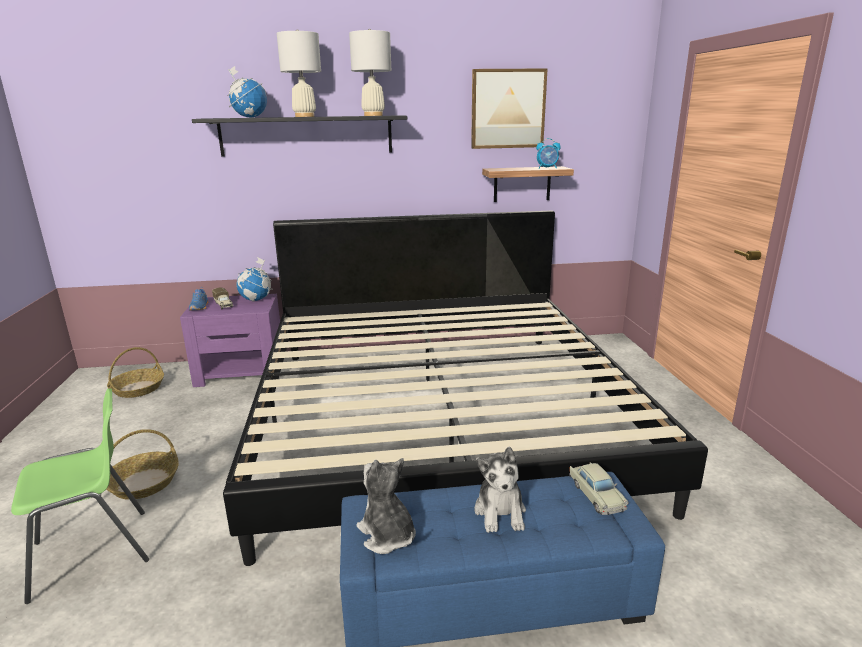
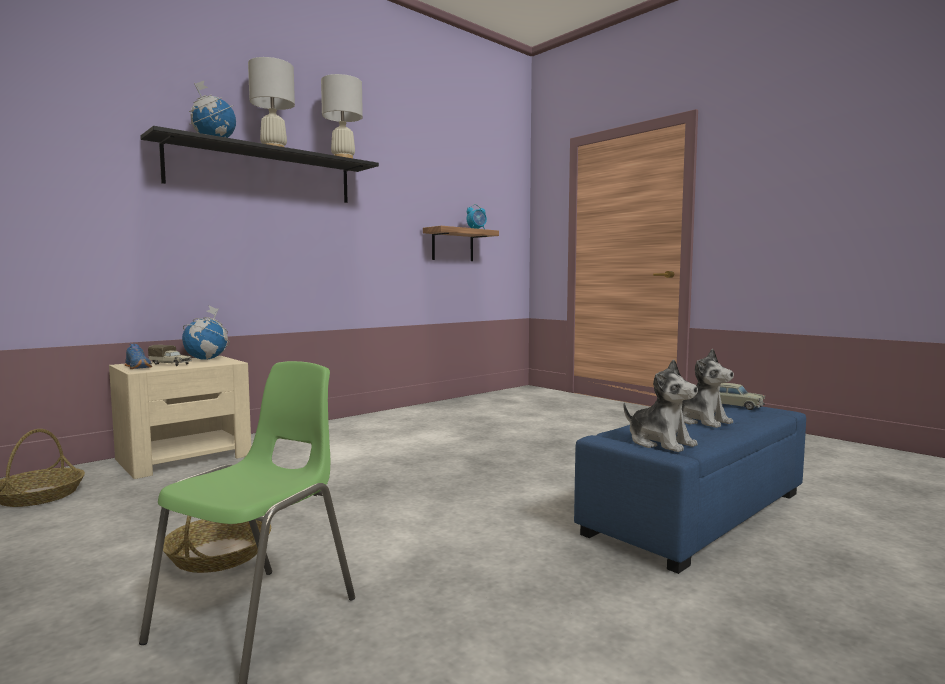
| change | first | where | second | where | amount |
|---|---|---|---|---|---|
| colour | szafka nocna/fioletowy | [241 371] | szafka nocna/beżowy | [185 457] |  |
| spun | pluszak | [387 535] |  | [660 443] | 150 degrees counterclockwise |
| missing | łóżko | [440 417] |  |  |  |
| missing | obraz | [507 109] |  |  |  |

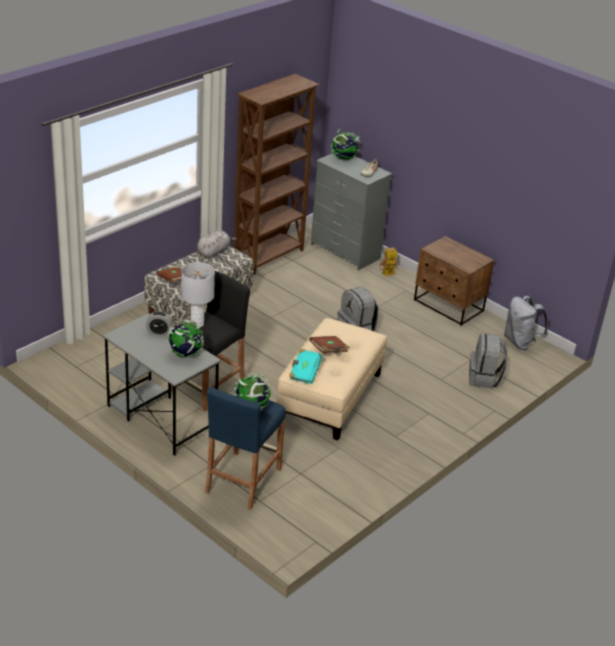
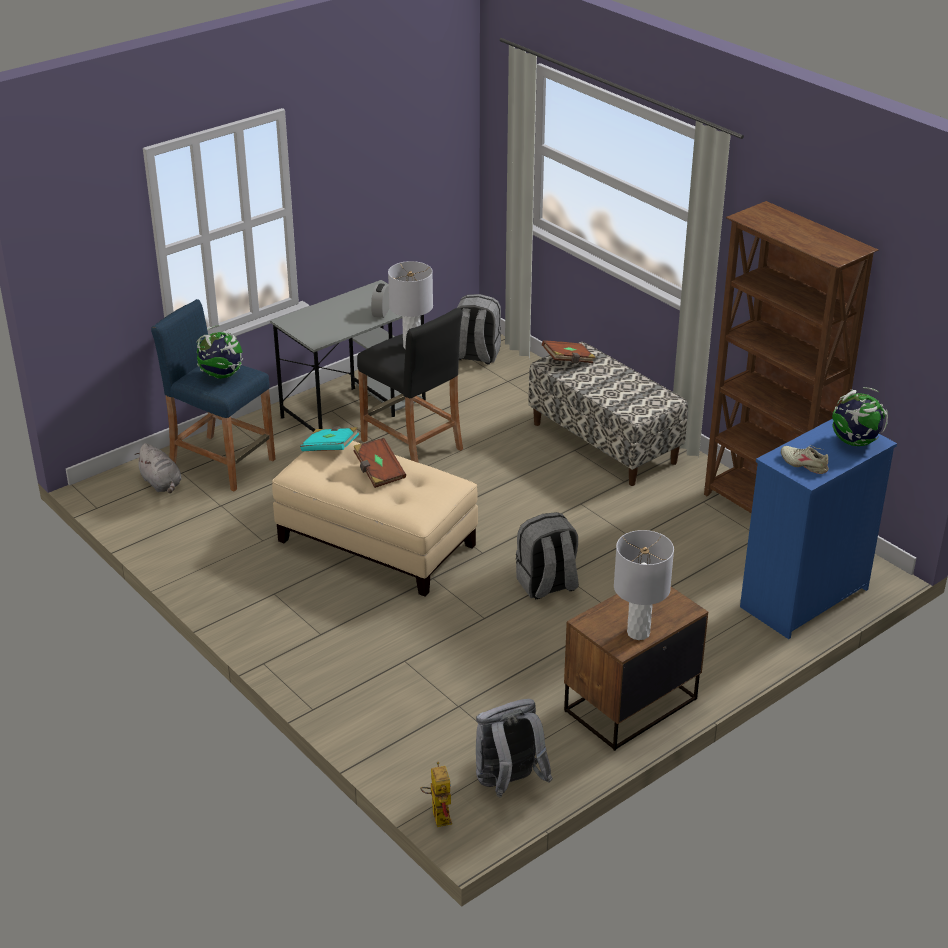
| change | first | where | second | where | amount |
|---|---|---|---|---|---|
| relocated | pluszak/szary | [214 252] |  | [162 484] |  |
| relocated | robot zabawkowy | [386 274] |  | [438 814] |  |
| relocated | plecak/szary | [484 378] |  | [476 355] |  |
| appeared |  |  | lampa stołowa/szary | [638 633] |  |
| colour | komoda/szary | [345 252] | komoda/niebieski | [802 598] |  |
| missing | globus | [185 354] |  |  |  |

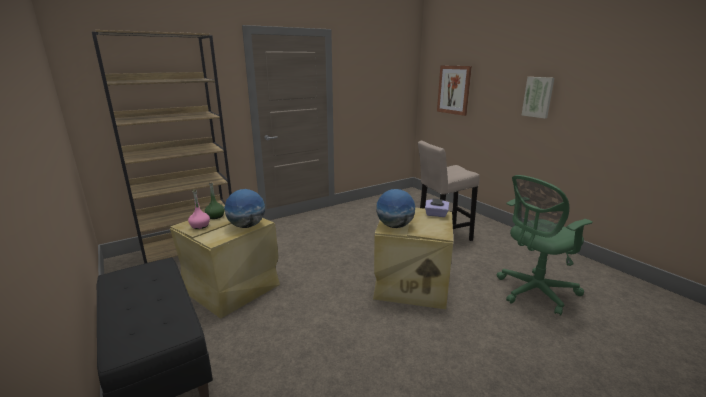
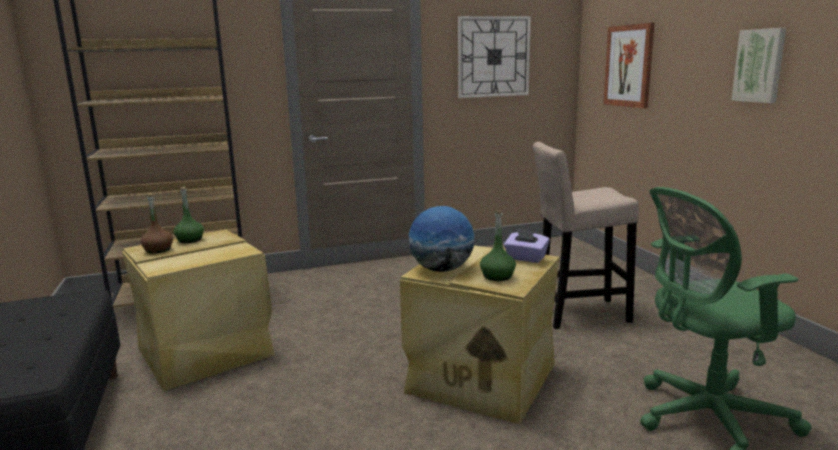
| change | first | where | second | where | amount |
|---|---|---|---|---|---|
| colour | butelka/różowy | [200 226] | butelka/brązowy | [158 250] |  |
| appeared |  |  | zegar ścienny | [493 57] |  |
| appeared |  |  | butelka/zielony | [497 276] |  |
| missing | globus | [247 226] |  |  |  |

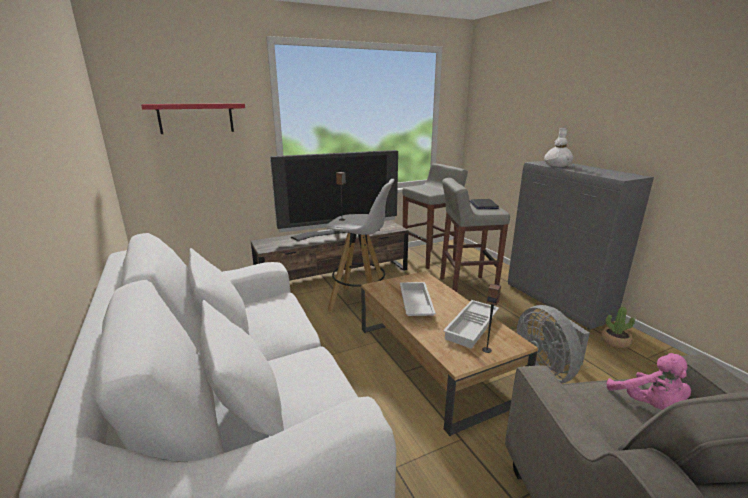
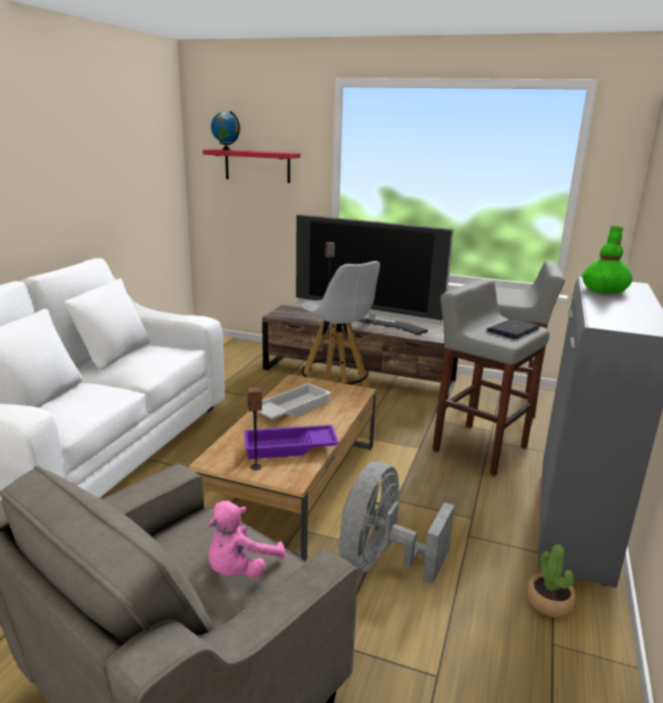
| change | first | where | second | where | amount |
|---|---|---|---|---|---|
| appeared |  |  | globus | [226 150] |  |
| colour | taca/biały | [472 327] | taca/fioletowy | [289 448] |  |
| colour | wazon/biały | [557 165] | wazon/zielony | [604 290] |  |

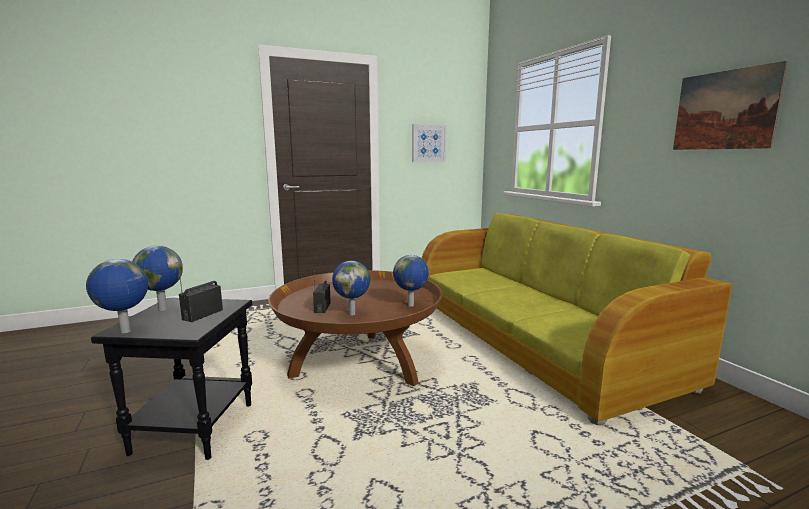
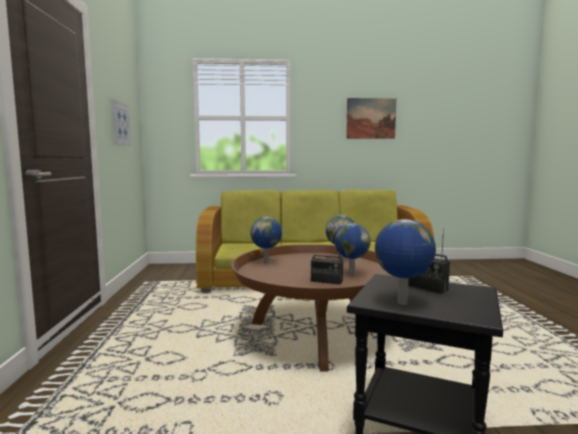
| change | first | where | second | where | amount |
|---|---|---|---|---|---|
| relocated | globus | [125 332] |  | [267 262] |  |

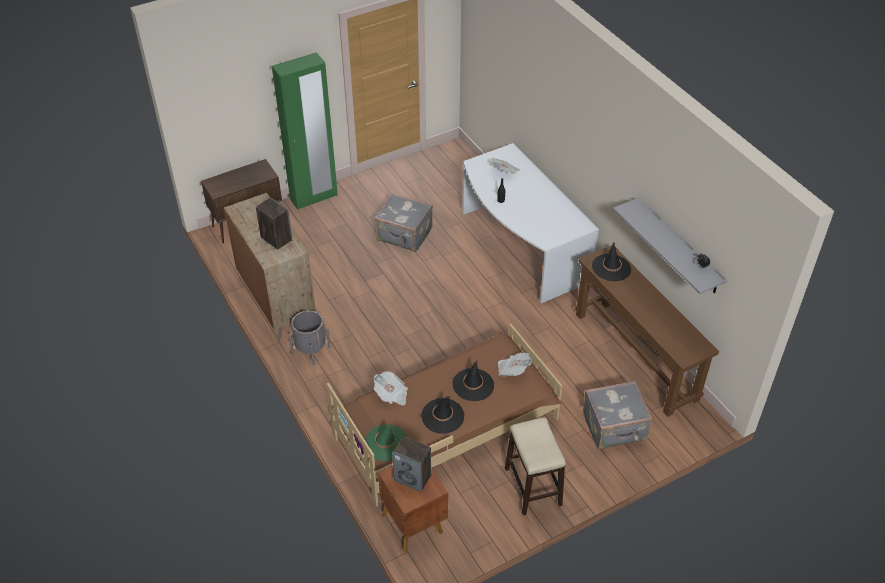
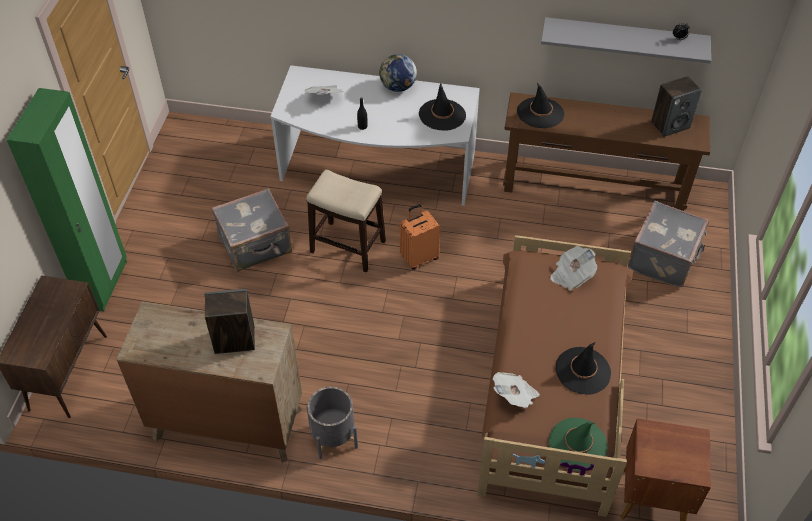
| change | first | where | second | where | amount |
|---|---|---|---|---|---|
| relocated | stołek | [532 486] |  | [347 246] |  |
| appeared |  |  | globus | [398 87] |  |
| appeared |  |  | walizka/pomarańczowy | [419 257] |  |
| relocated | kapelusz/czarny | [473 385] |  | [442 115] |  |
| relocated | głośnik | [413 478] |  | [670 125] |  |

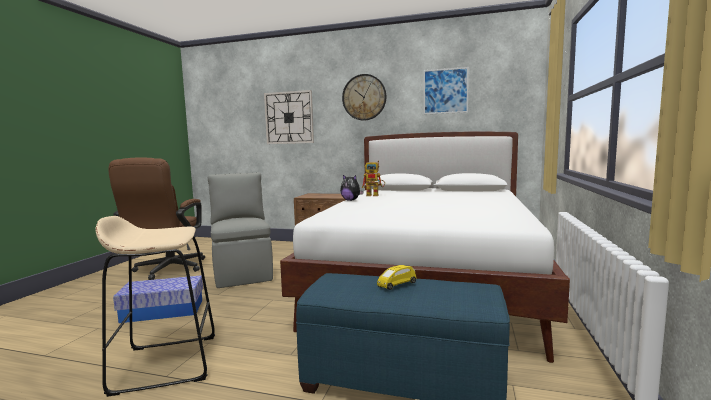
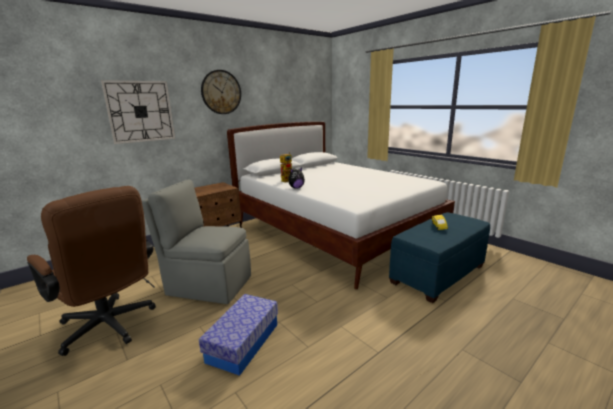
| change | first | where | second | where | amount |
|---|---|---|---|---|---|
| missing | stołek/beżowy | [166 363] |  |  |  |
| missing | obraz | [445 91] |  |  |  |

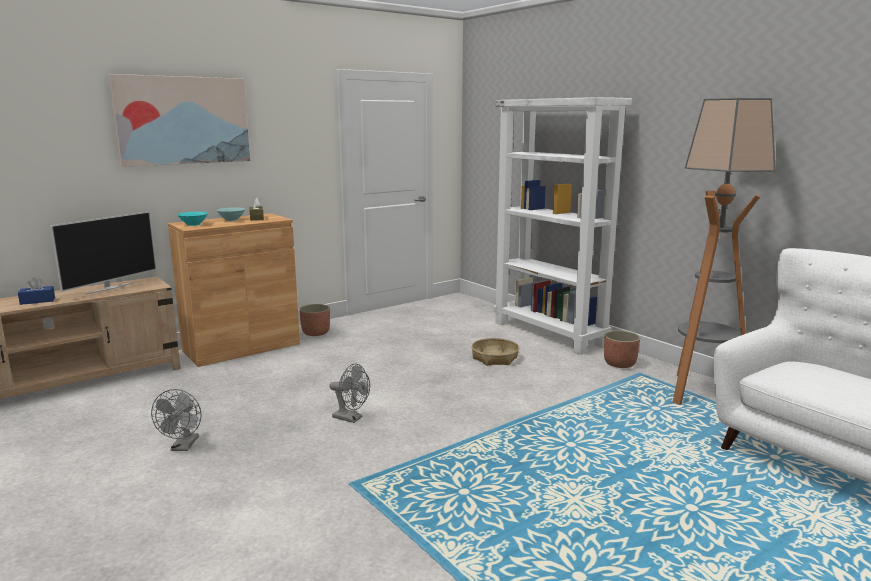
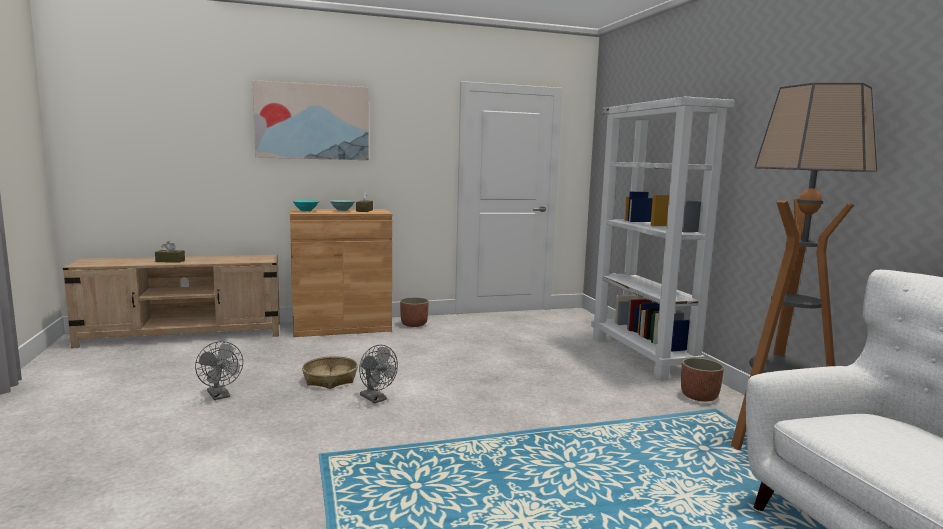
| change | first | where | second | where | amount |
|---|---|---|---|---|---|
| colour | pudełko chusteczek/niebieski | [37 301] | pudełko chusteczek/brązowy | [170 261] |  |
| spun | wentylator/szary | [183 447] |  | [220 396] | 60 degrees counterclockwise |
| relocated | koszyk | [494 358] |  | [330 379] |  |
| missing | telewizor | [110 288] |  |  |  |

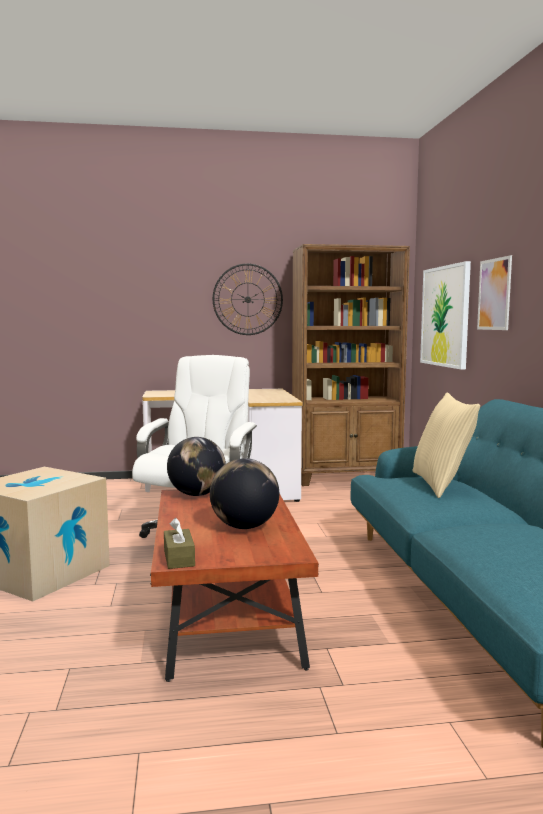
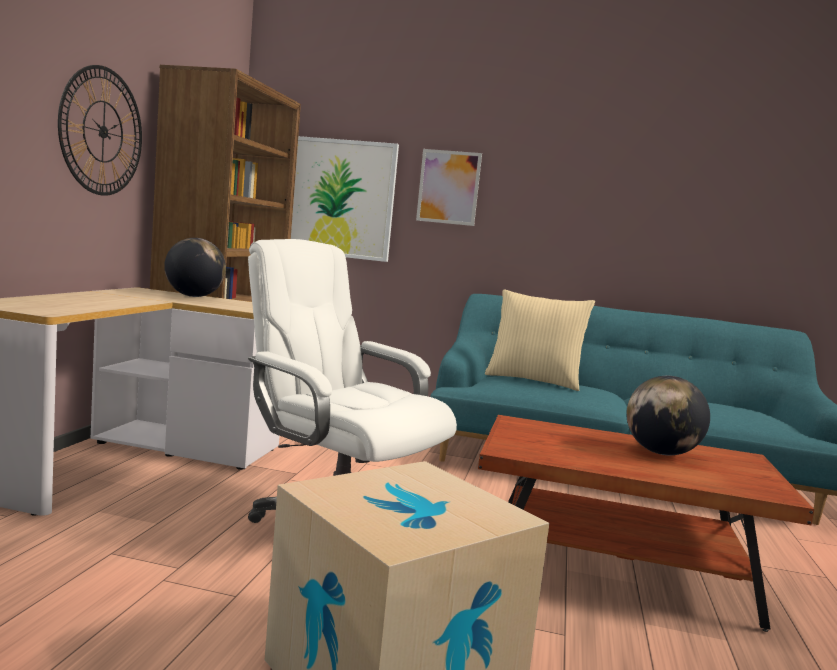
| change | first | where | second | where | amount |
|---|---|---|---|---|---|
| relocated | globus | [197 494] |  | [193 296] |  |
| missing | pudełko chusteczek/brązowy | [179 558] |  |  |  |

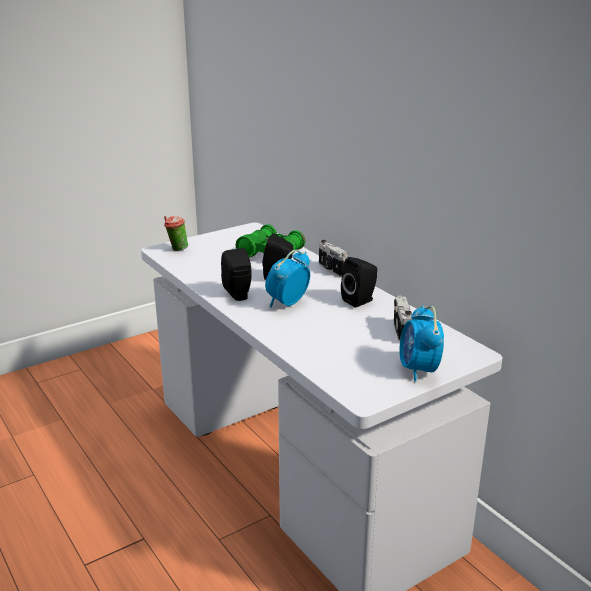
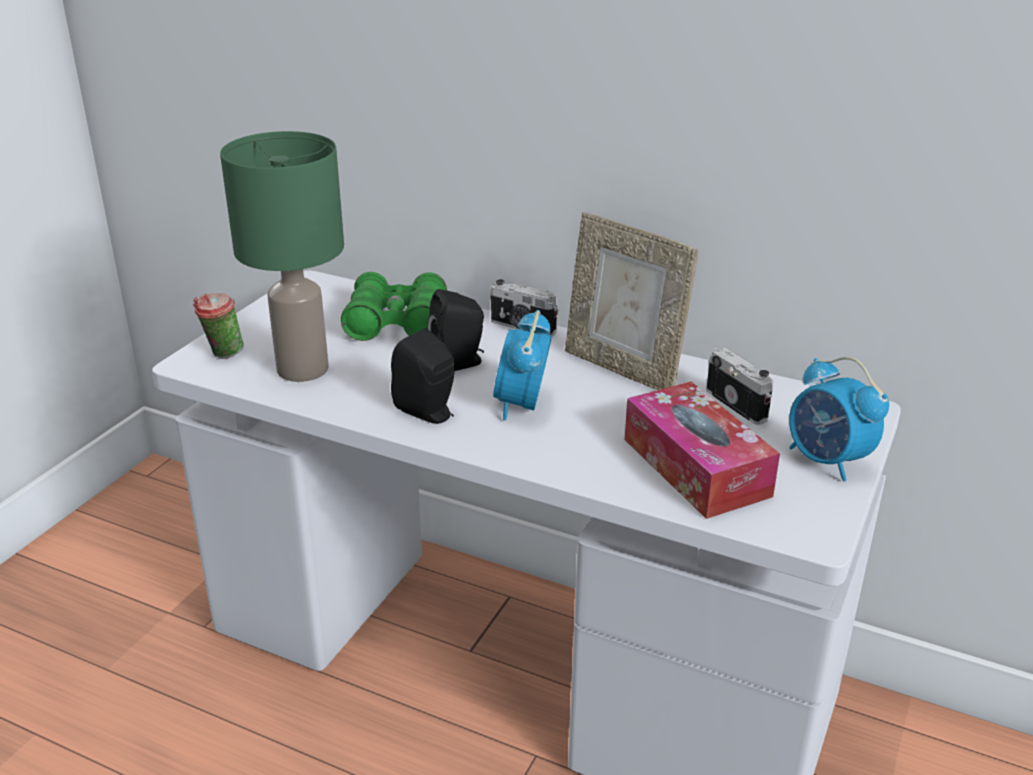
| change | first | where | second | where | amount |
|---|---|---|---|---|---|
| appeared |  |  | lampa stołowa/zielony | [301 369] |  |
| exchanged | głośnik/czarny | [360 300] | ramka na zdjęcie | [623 369] |  |
| appeared |  |  | pudełko chusteczek | [696 467] |  |

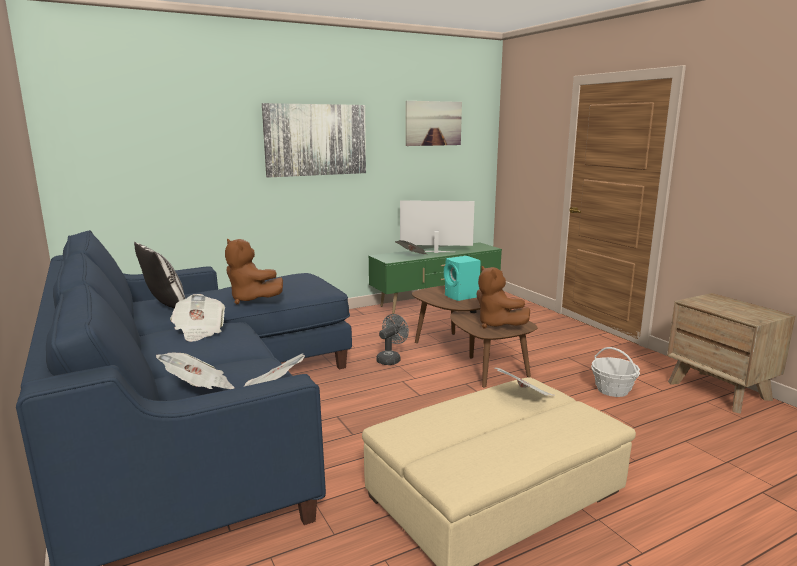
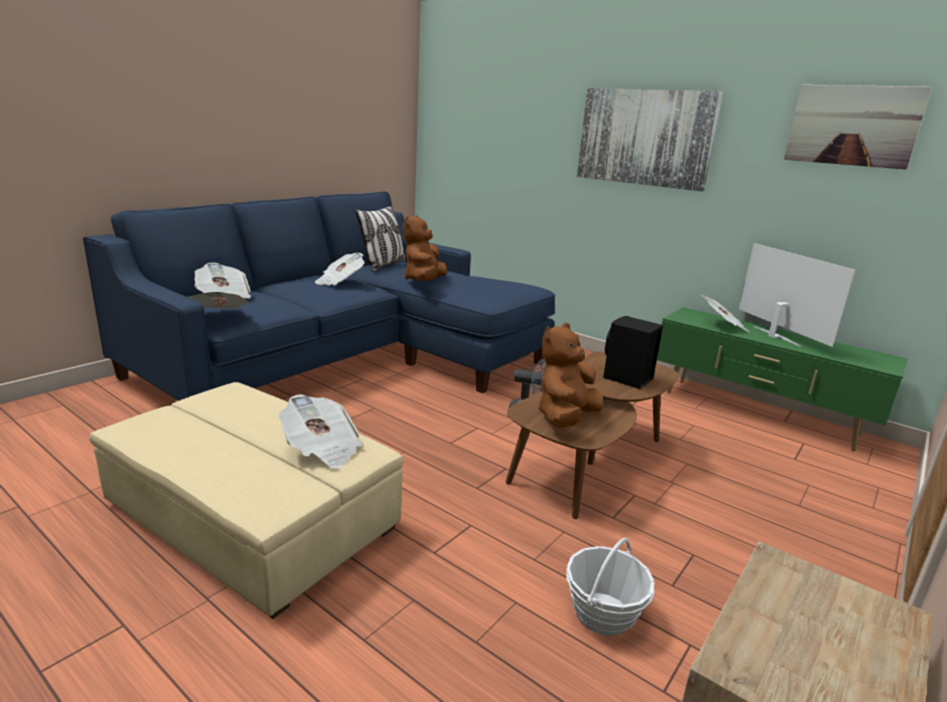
| change | first | where | second | where | amount |
|---|---|---|---|---|---|
| colour | głośnik/turkusowy | [462 296] | głośnik/czarny | [626 379] |  |

